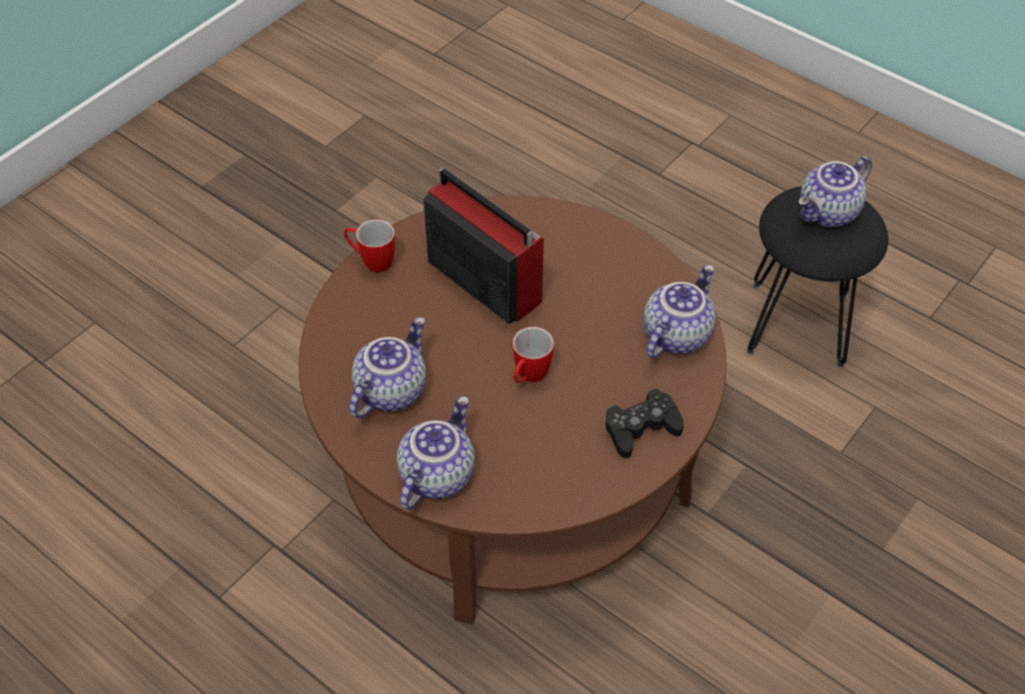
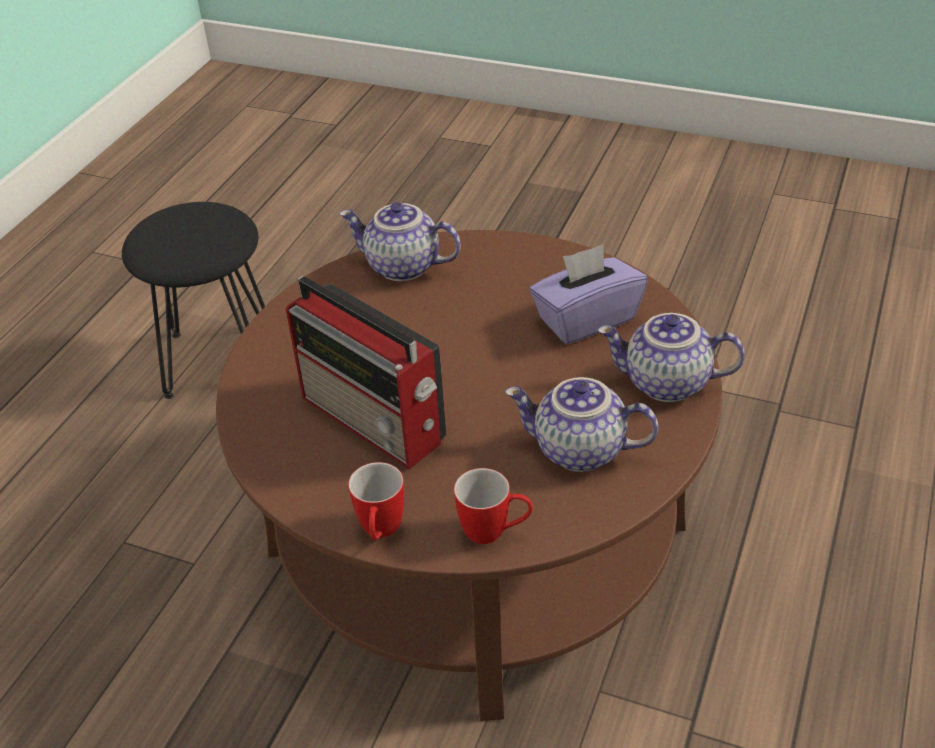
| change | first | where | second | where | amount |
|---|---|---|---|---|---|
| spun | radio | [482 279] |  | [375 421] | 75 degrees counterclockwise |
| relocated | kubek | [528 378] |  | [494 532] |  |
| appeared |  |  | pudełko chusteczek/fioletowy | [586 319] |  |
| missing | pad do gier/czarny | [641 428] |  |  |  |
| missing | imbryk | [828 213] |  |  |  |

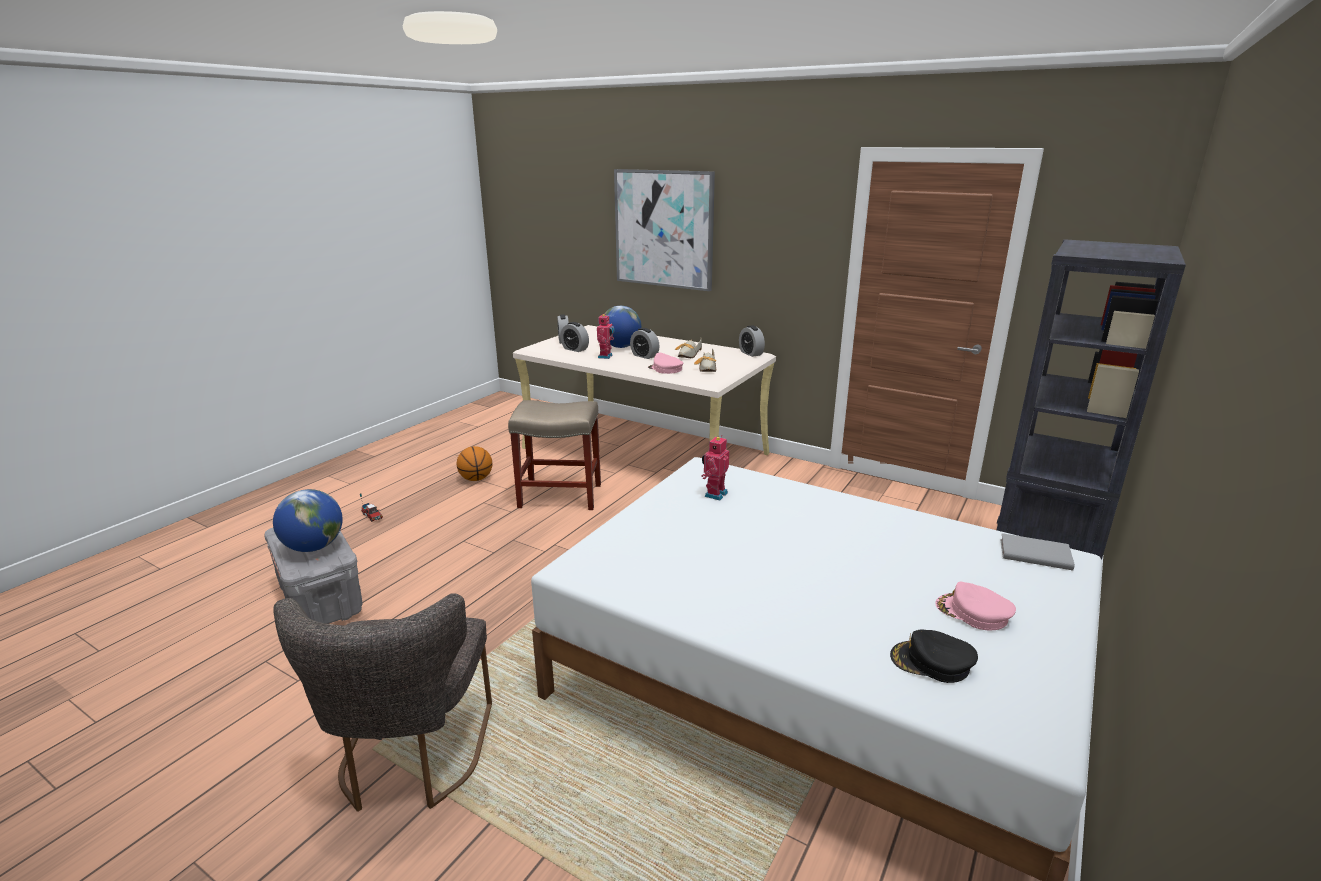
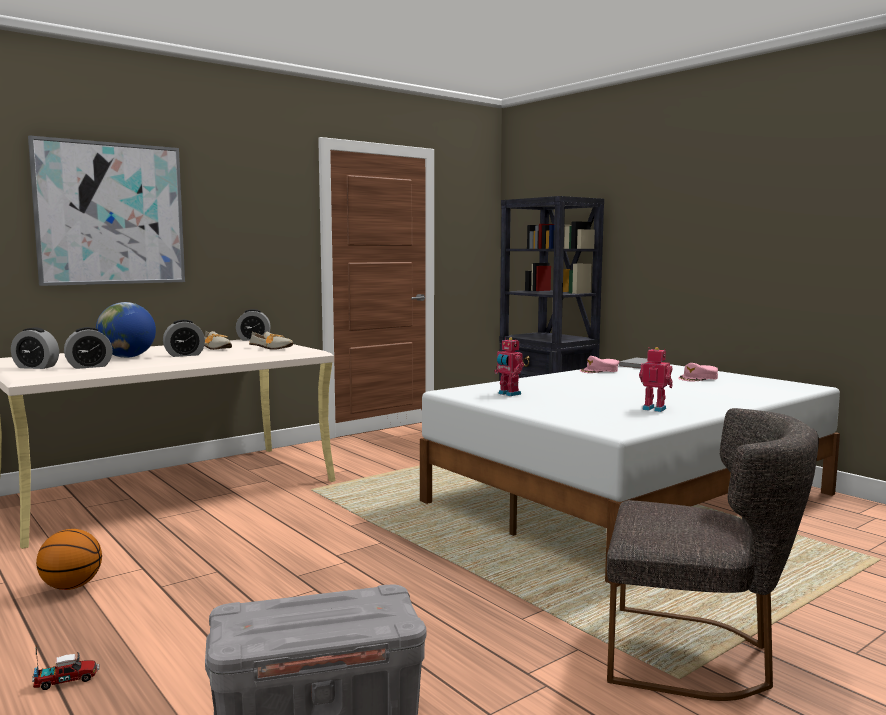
| change | first | where | second | where | amount |
|---|---|---|---|---|---|
| relocated | czapka z daszkiem/różowy | [665 369] |  | [599 371] |  |
| relocated | robot zabawkowy | [606 356] |  | [654 409] |  |
| missing | globus | [314 547] |  |  |  |
| missing | stołek/beżowy | [559 496] |  |  |  |
| missing | czapka z daszkiem/czarny | [931 662] |  |  |  |

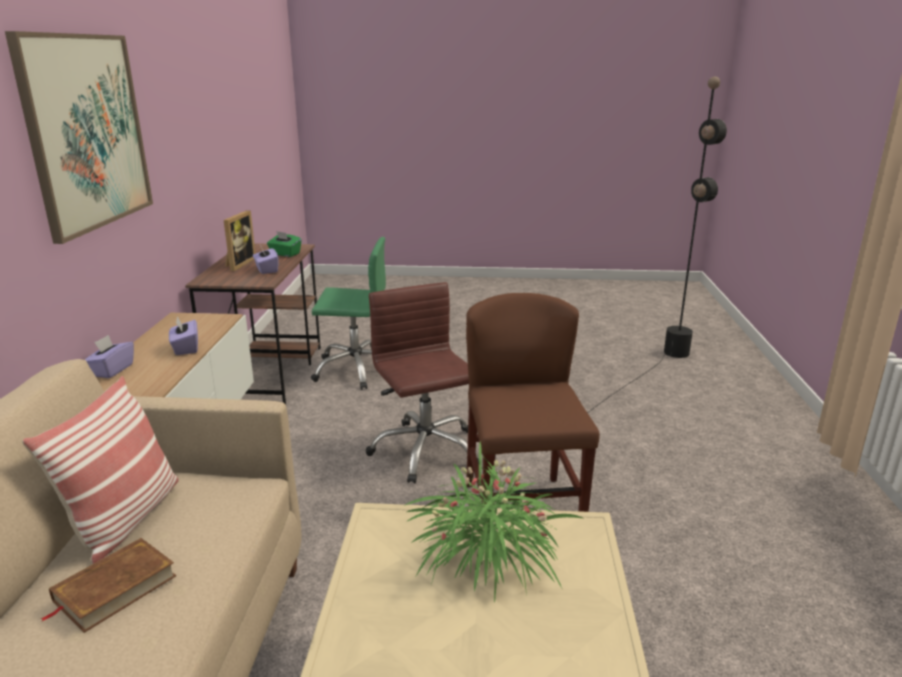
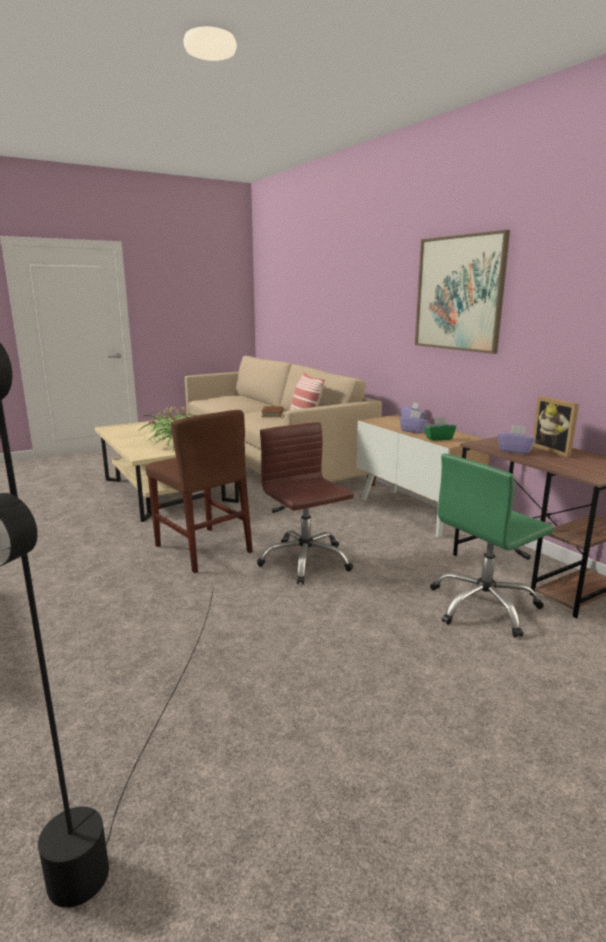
| change | first | where | second | where | amount |
|---|---|---|---|---|---|
| spun | krzesło biurowe/brązowy | [425 450] |  | [305 561] | 150 degrees counterclockwise |
| relocated | pudełko chusteczek/zielony | [285 254] |  | [438 438] |  |

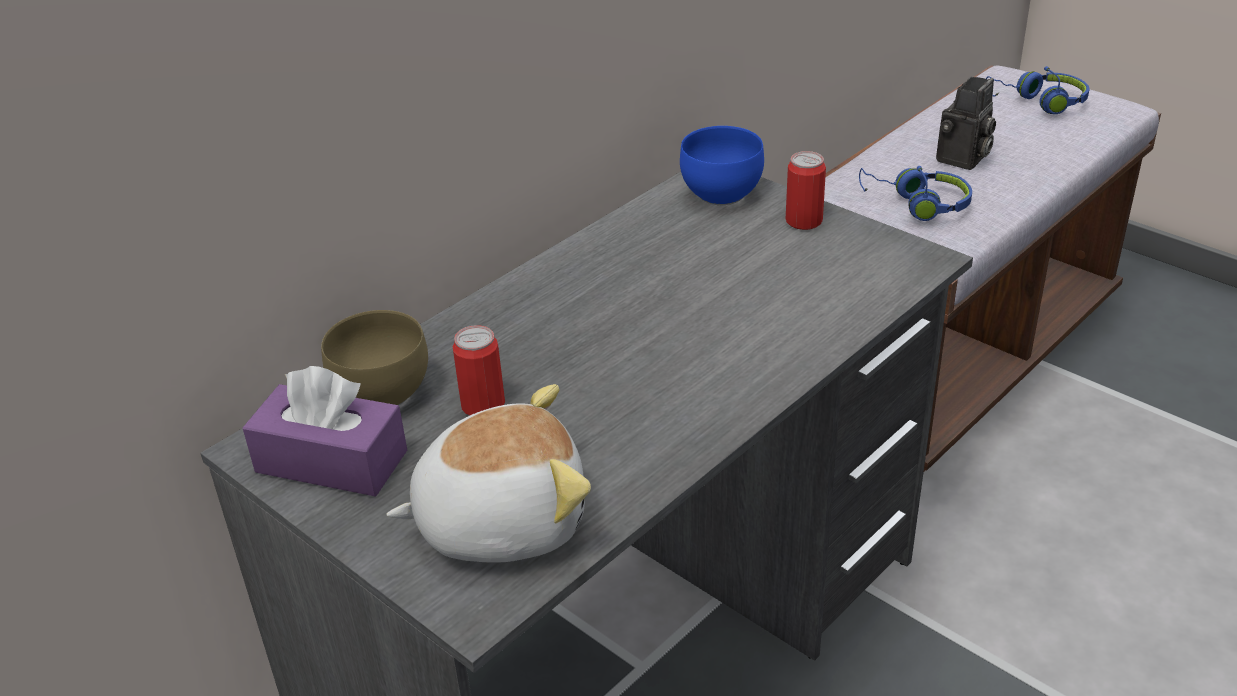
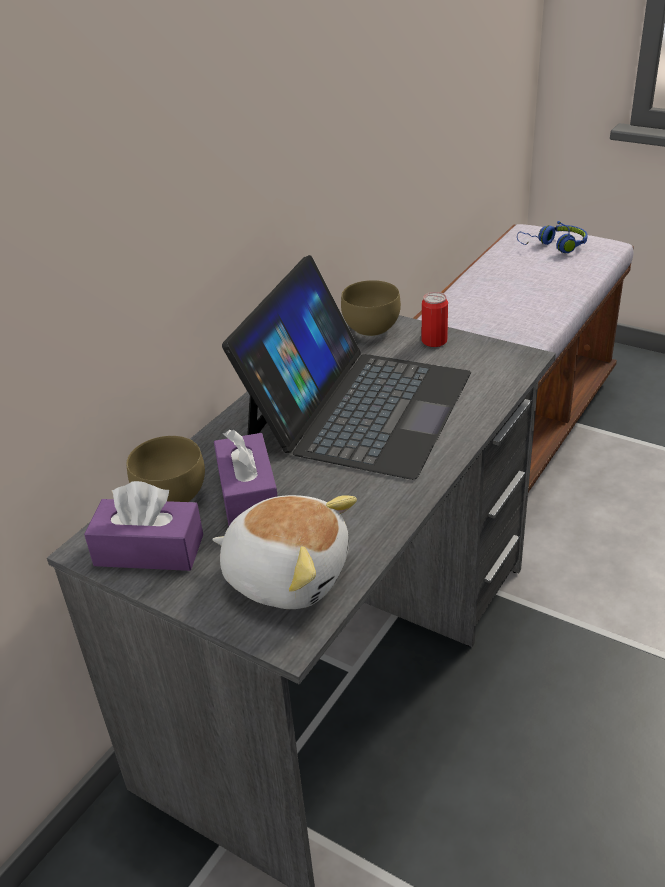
| change | first | where | second | where | amount |
|---|---|---|---|---|---|
| spun | pluszak | [501 520] |  | [287 574] | 45 degrees clockwise |
| exchanged | puszka | [483 405] | pudełko chusteczek/fioletowy | [248 495] |  |
| appeared |  |  | laptop | [358 407] |  |
| colour | miska/niebieski | [718 194] | miska/brązowy | [369 329] |  |
| missing | słuchawki/niebieski | [916 204] |  |  |  |
| missing | aparat fotograficzny | [963 160] |  |  |  |

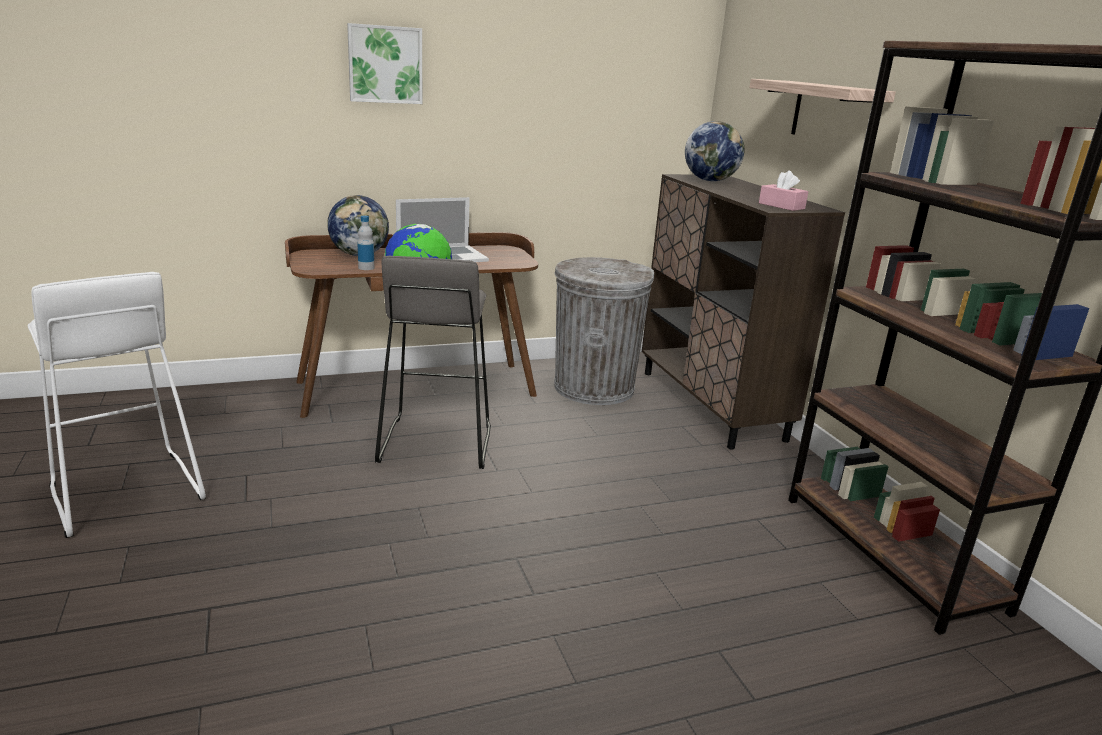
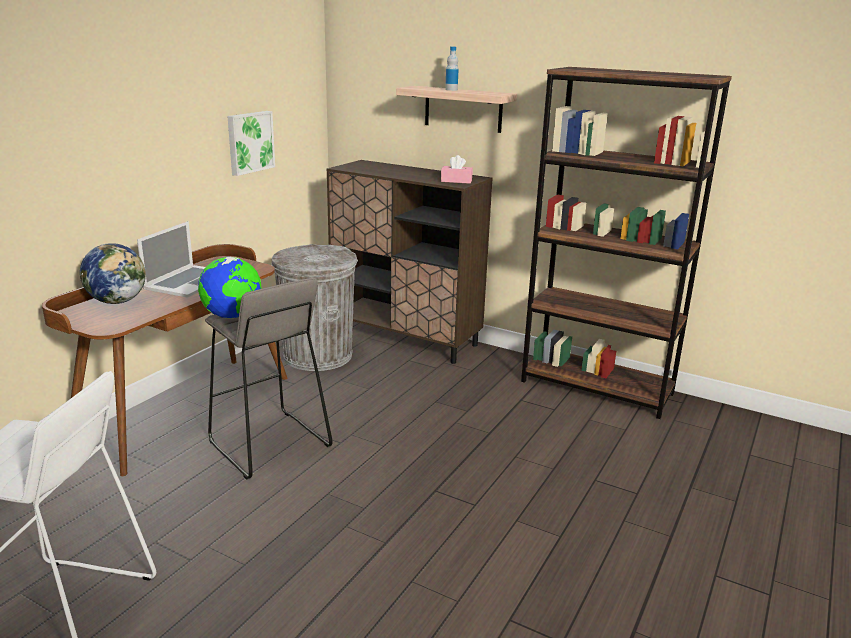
| change | first | where | second | where | amount |
|---|---|---|---|---|---|
| relocated | obraz | [385 64] |  | [249 142] |  |
| relocated | butelka | [366 268] |  | [451 90] |  |
| missing | globus | [710 180] |  |  |  |

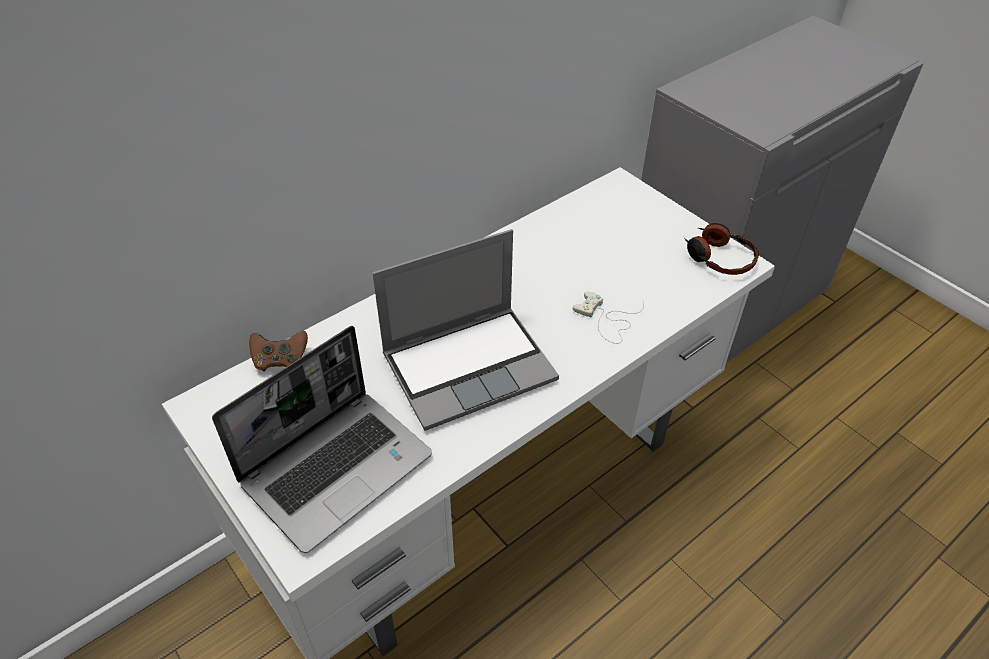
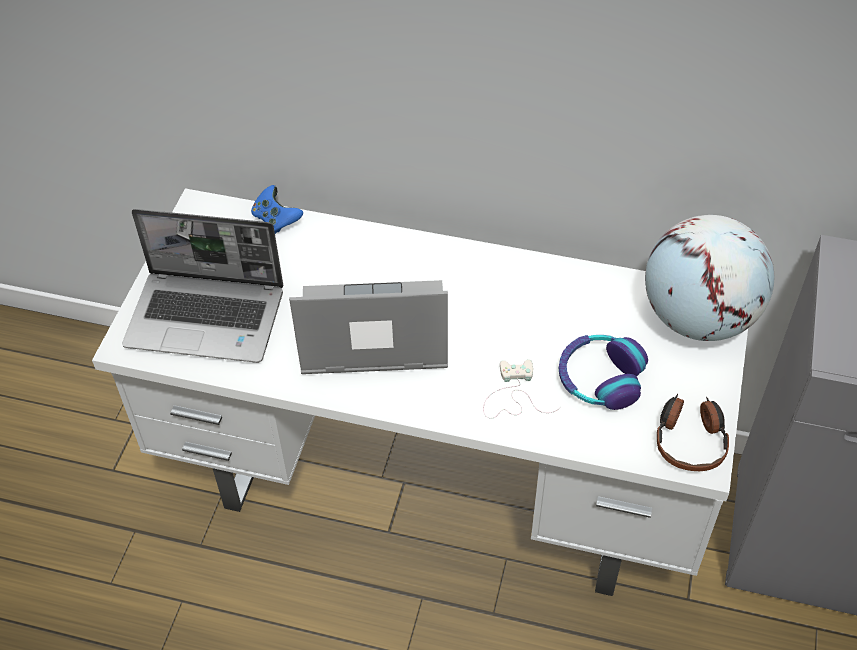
| change | first | where | second | where | amount |
|---|---|---|---|---|---|
| colour | pad do gier/brązowy | [280 360] | pad do gier/niebieski | [276 220] |  |
| spun | laptop | [470 366] |  | [371 333] | 150 degrees clockwise |
| appeared |  |  | słuchawki | [600 378] |  |
| appeared |  |  | globus | [698 318] |  |

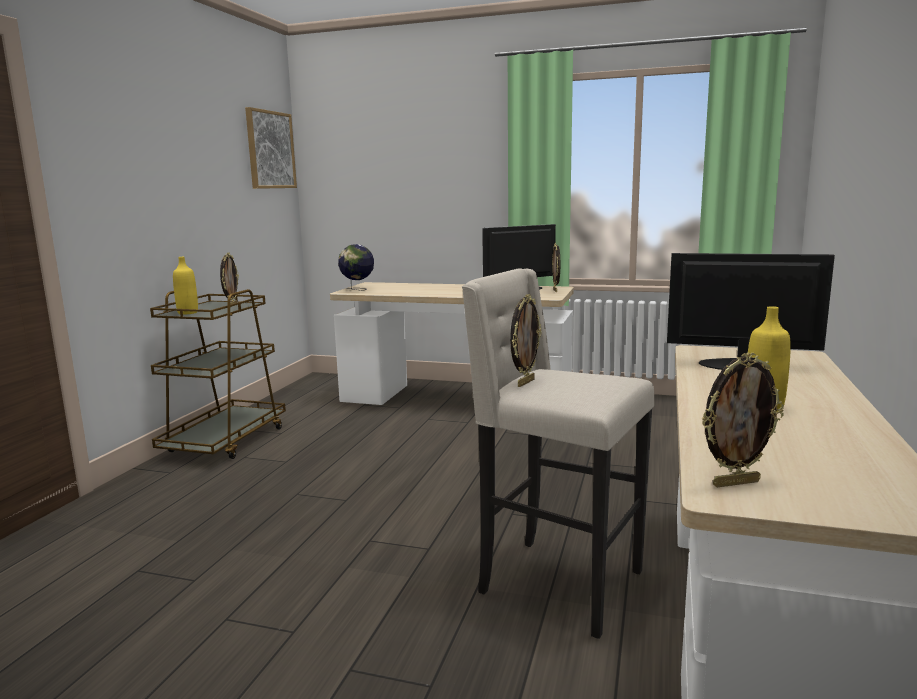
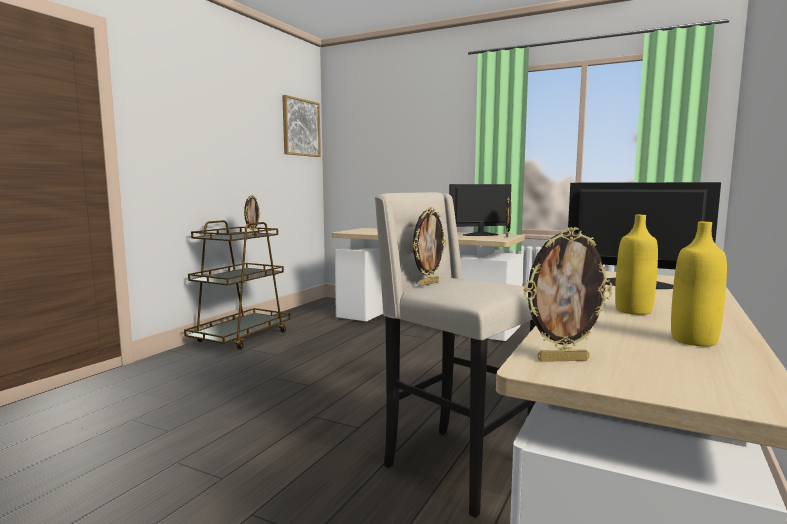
| change | first | where | second | where | amount |
|---|---|---|---|---|---|
| relocated | butelka/żółty | [188 312] |  | [694 340] |  |
| missing | globus | [357 289] |  |  |  |

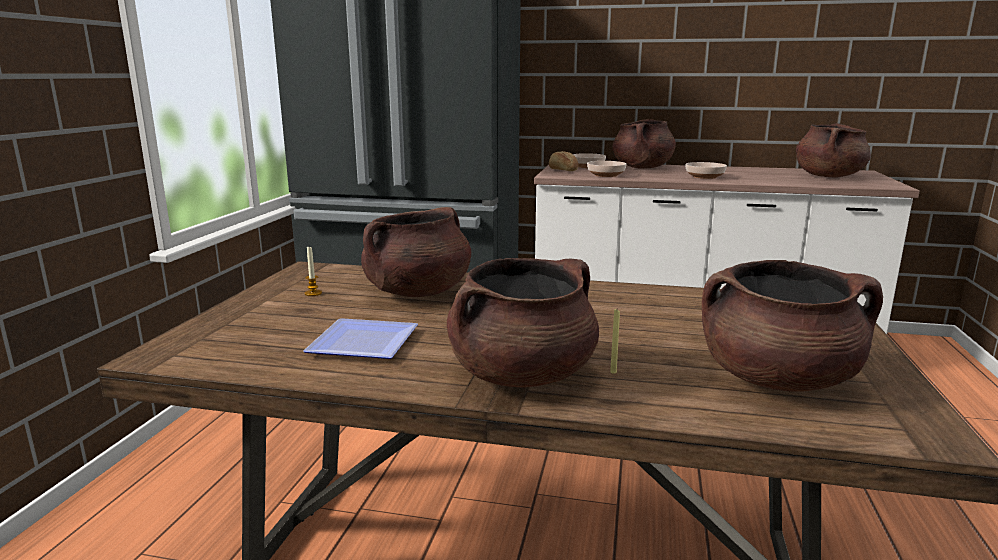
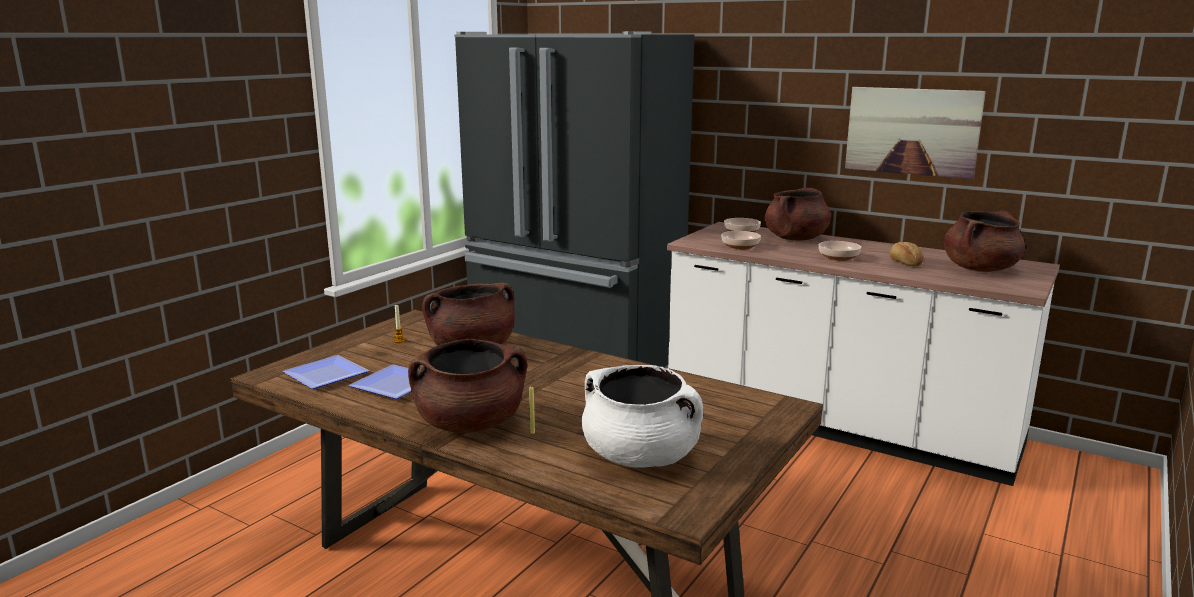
| change | first | where | second | where | amount |
|---|---|---|---|---|---|
| appeared |  |  | talerz | [327 374] |  |
| colour | garnek/brązowy | [777 379] | garnek/biały | [641 457] |  |
| appeared |  |  | obraz | [912 131] |  |
| relocated | chleb | [562 170] |  | [905 263] |  |

